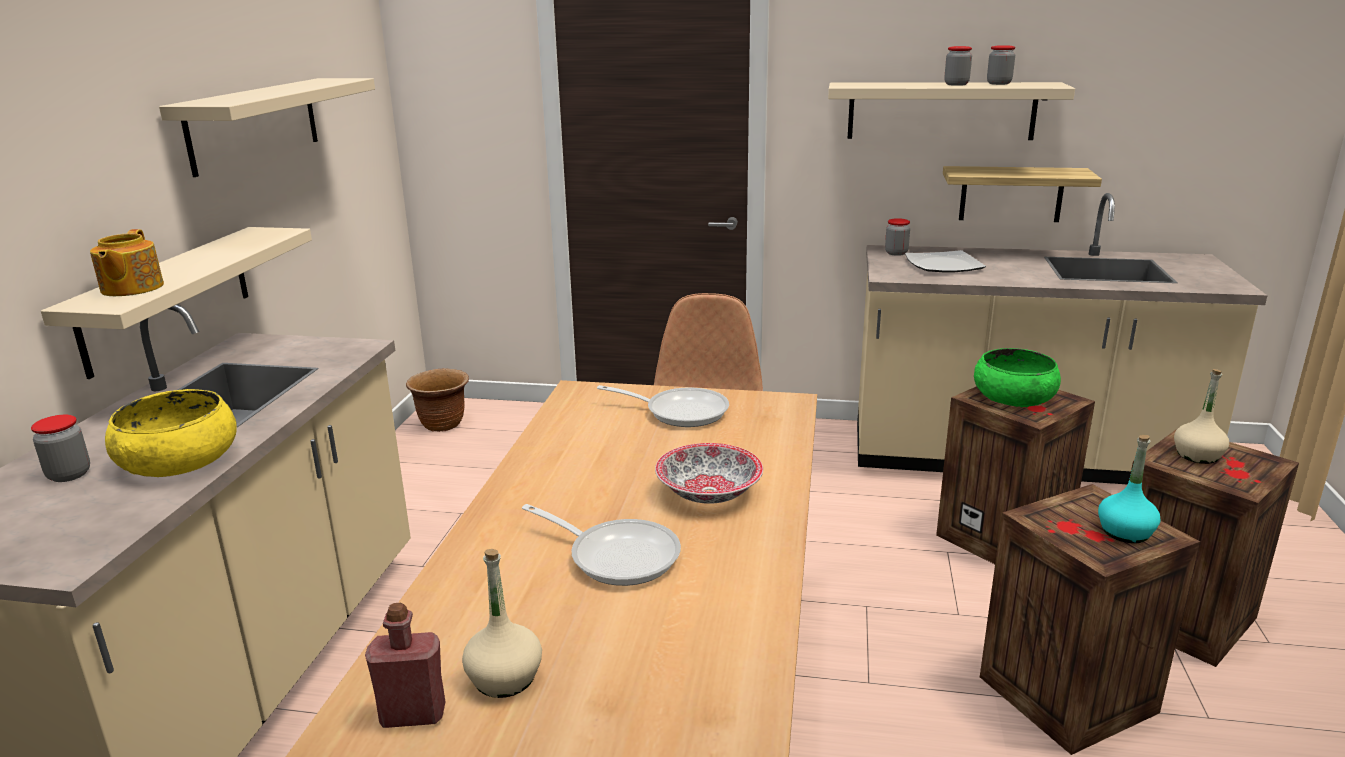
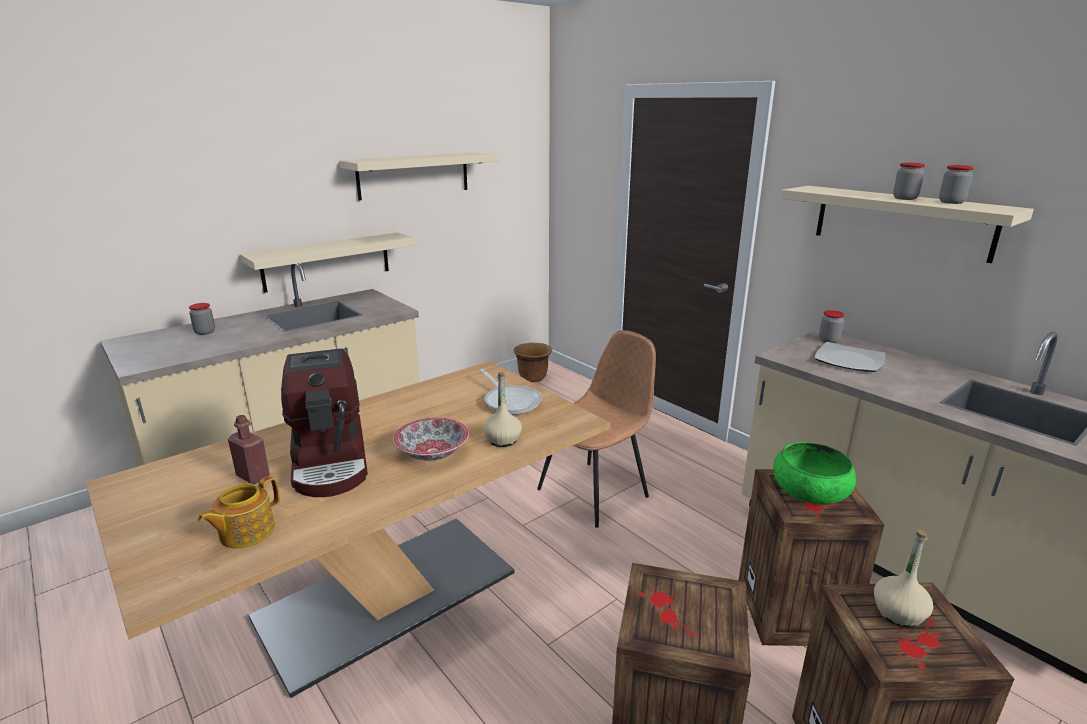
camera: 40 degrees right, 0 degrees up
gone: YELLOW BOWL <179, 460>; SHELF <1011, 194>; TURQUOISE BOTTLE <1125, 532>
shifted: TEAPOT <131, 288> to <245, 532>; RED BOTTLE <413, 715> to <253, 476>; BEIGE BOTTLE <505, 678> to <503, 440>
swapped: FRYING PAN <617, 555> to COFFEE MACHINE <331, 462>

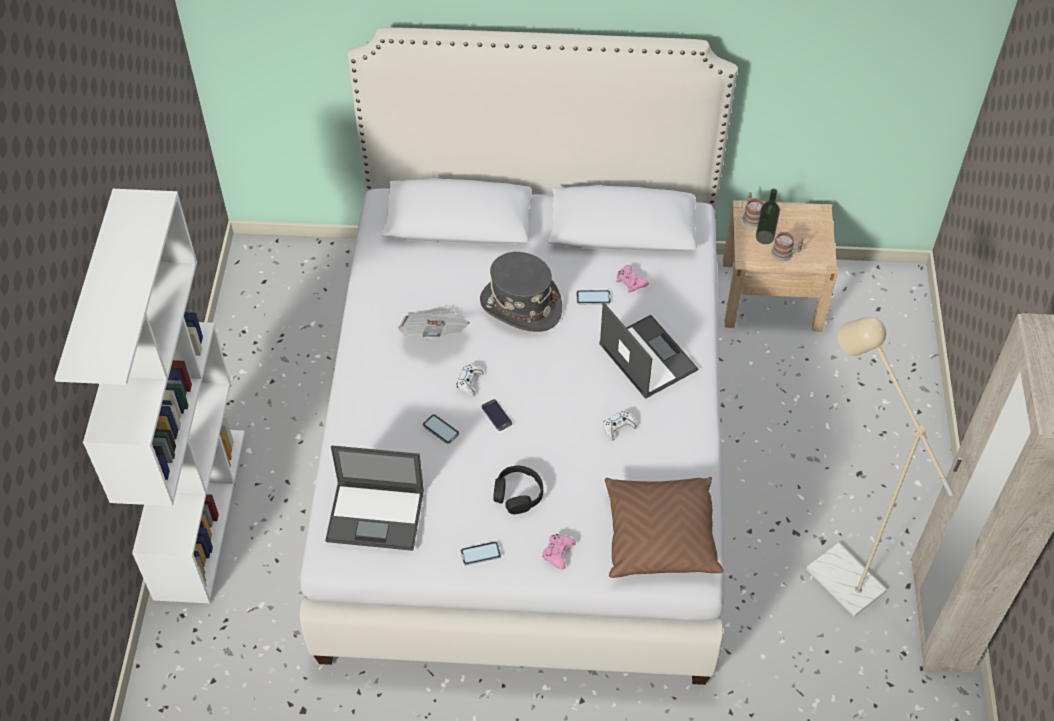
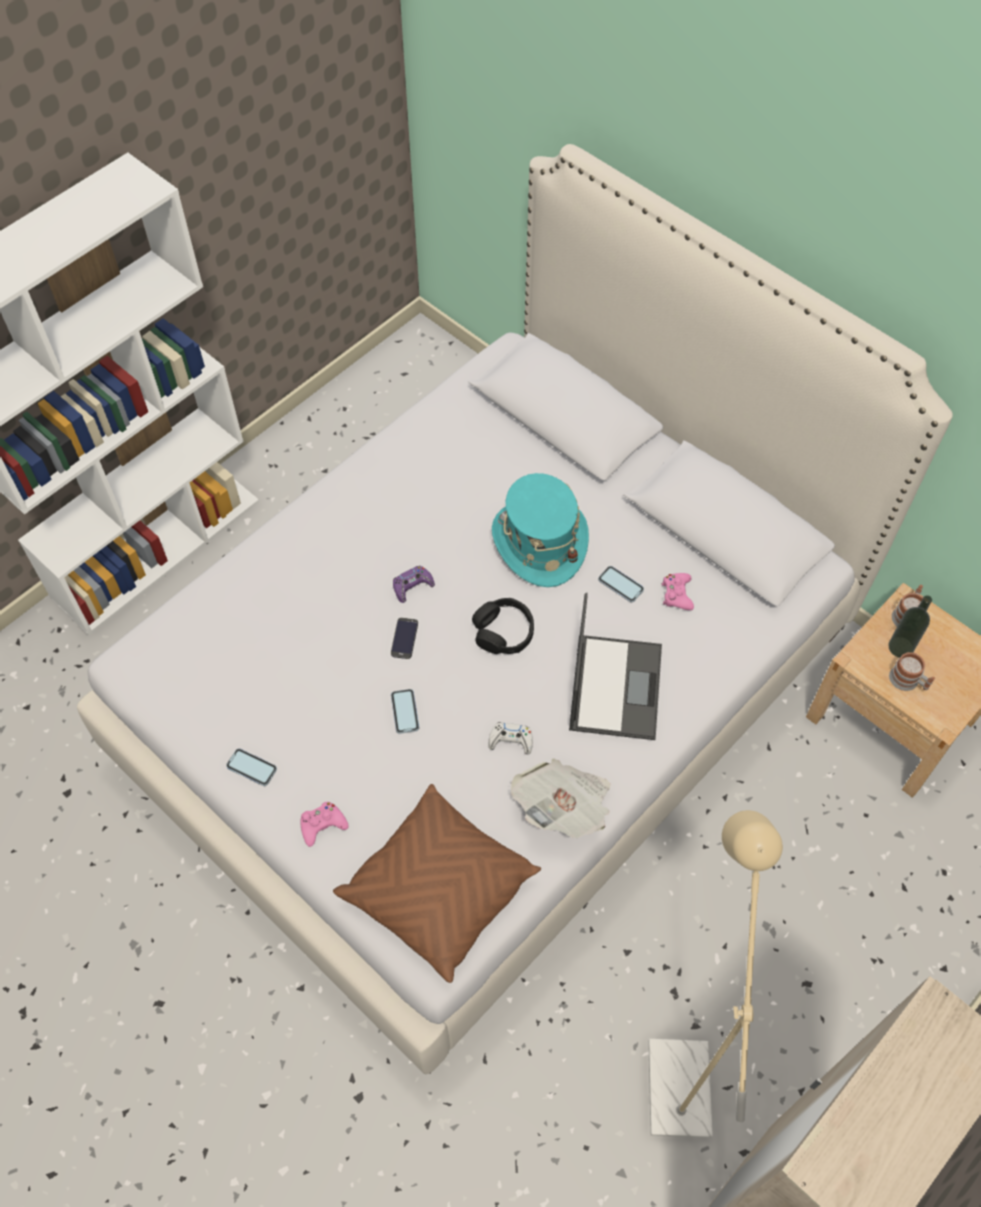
camera: 40 degrees right, 5 degrees up
gone: LAPTOP <377, 515>
shifted: NEWSPAPER <435, 333> to <564, 807>; PHONE <441, 430> to <405, 712>; BLACK HEADPHONES <518, 494> to <503, 632>
repainted: WHITE GAME CONTROLLER <469, 382> to PURPLE GAME CONTROLLER <412, 586>; GREY HAT <520, 305> to TURQUOISE HAT <539, 542>

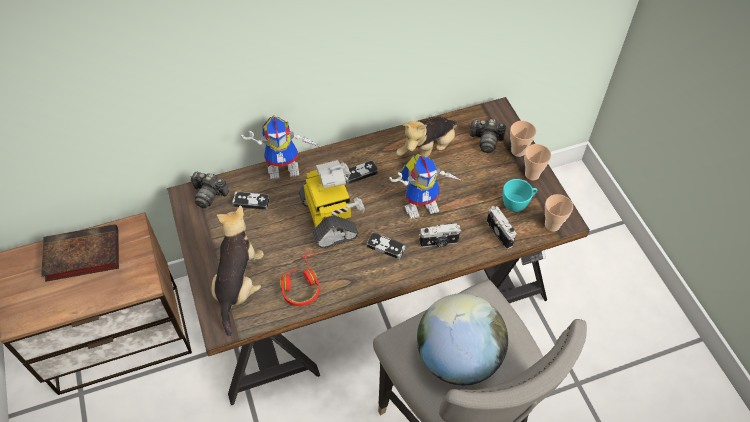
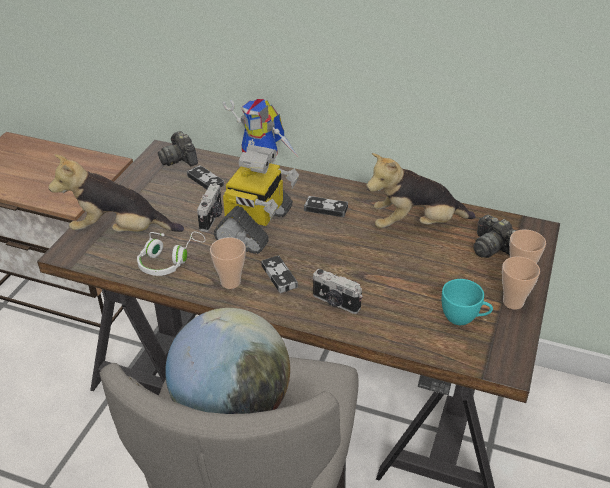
camera: 40 degrees right, 15 degrees down
gone: BOOK <80, 256>; TOY ROBOT <422, 204>
shifted: PHOTO CAMERA <500, 233> to <212, 218>; CUP <552, 225> to <230, 282>
repainted: RED HEADPHONES <301, 284> to WHITE HEADPHONES <169, 260>
rotated: PLUSH TOY <239, 285> = <120, 231> 135 degrees counterclockwise

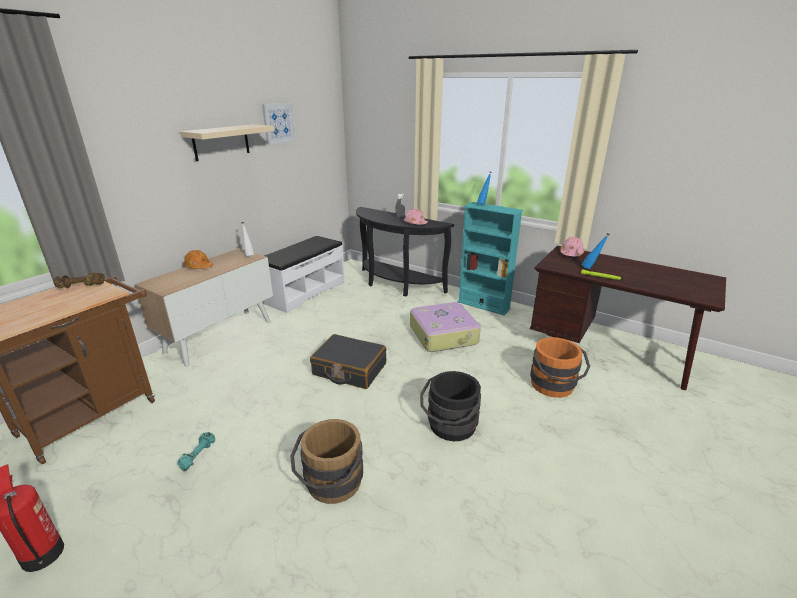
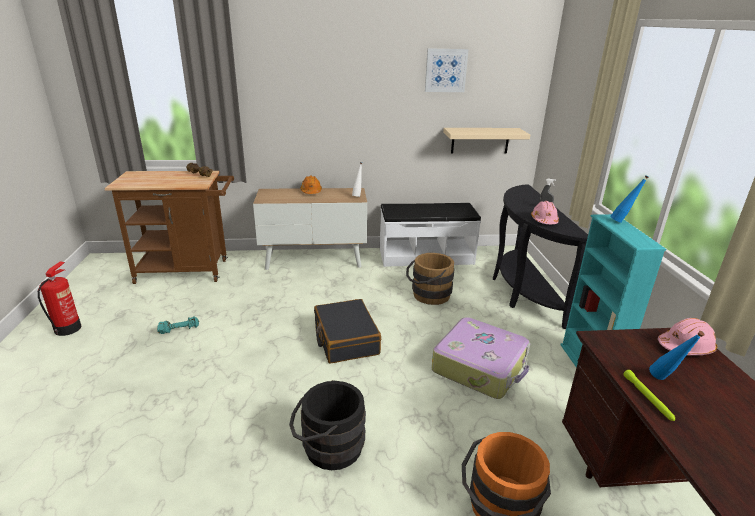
camera: 50 degrees right, 0 degrees up
shifted: BEIGE SHELF <221, 142> to <480, 140>; BROWN BUCKET <331, 485> to <427, 295>

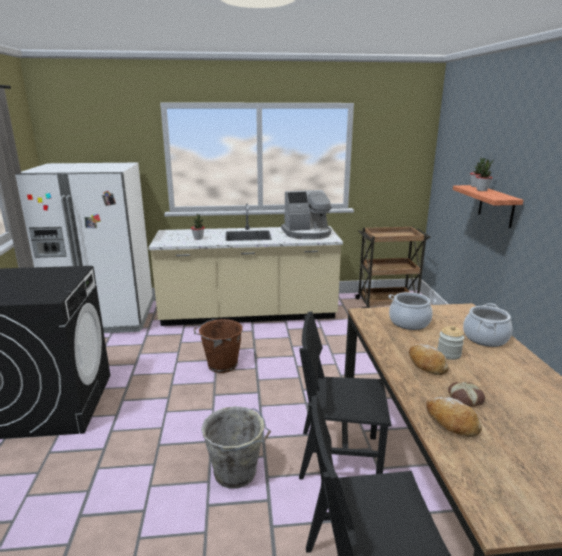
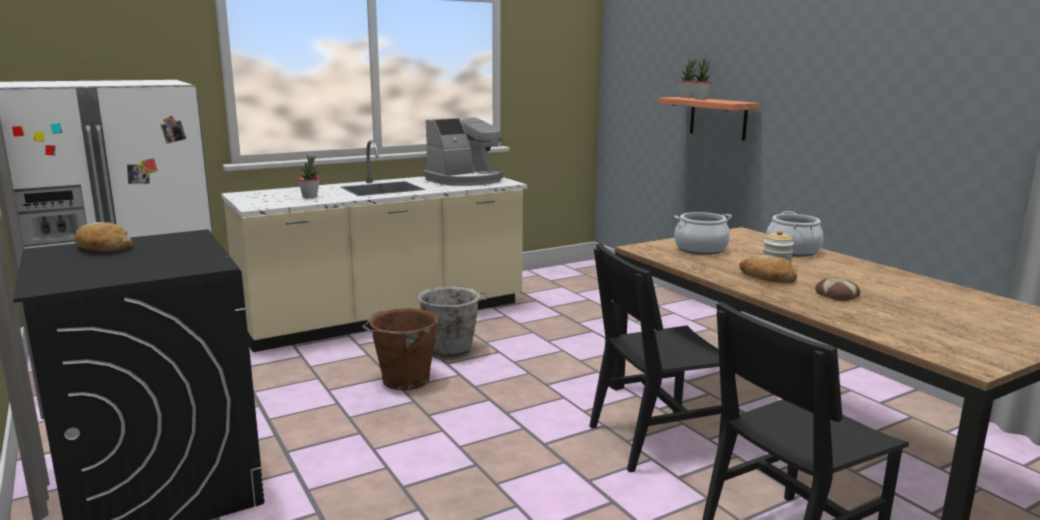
camera: 25 degrees left, 5 degrees down
gone: BROWN CART <387, 304>
shifted: GREY BUCKET <237, 473> to <452, 351>; BREAD <451, 422> to <102, 248>

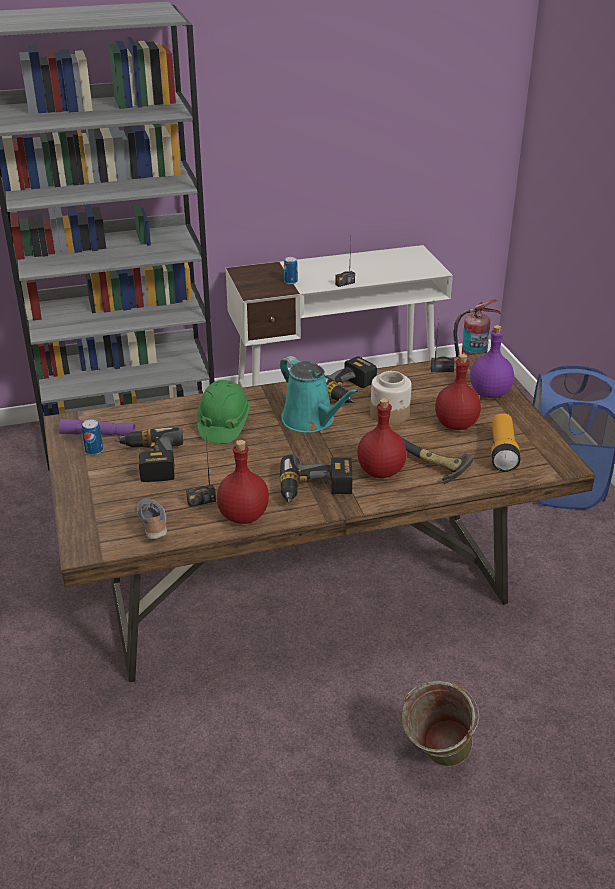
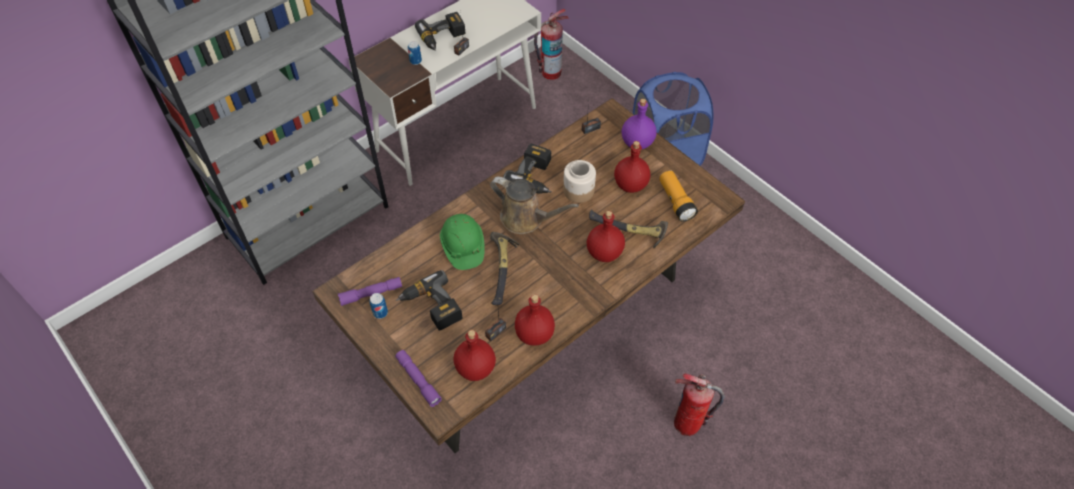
camera: 25 degrees left, 20 degrees up
new: PURPLE FLASHLIGHT <418, 380>; HAMMER <503, 271>
shifted: POWER DRILL <315, 491> to <443, 38>
swapped: SHOE <153, 525> to RED BOTTLE <476, 369>; GREEN BUCKET <436, 760> to FIRE EXTINGUISHER <687, 424>
repainted: TURQUOISE WATERING CAN <311, 420> to BROWN WATERING CAN <526, 218>

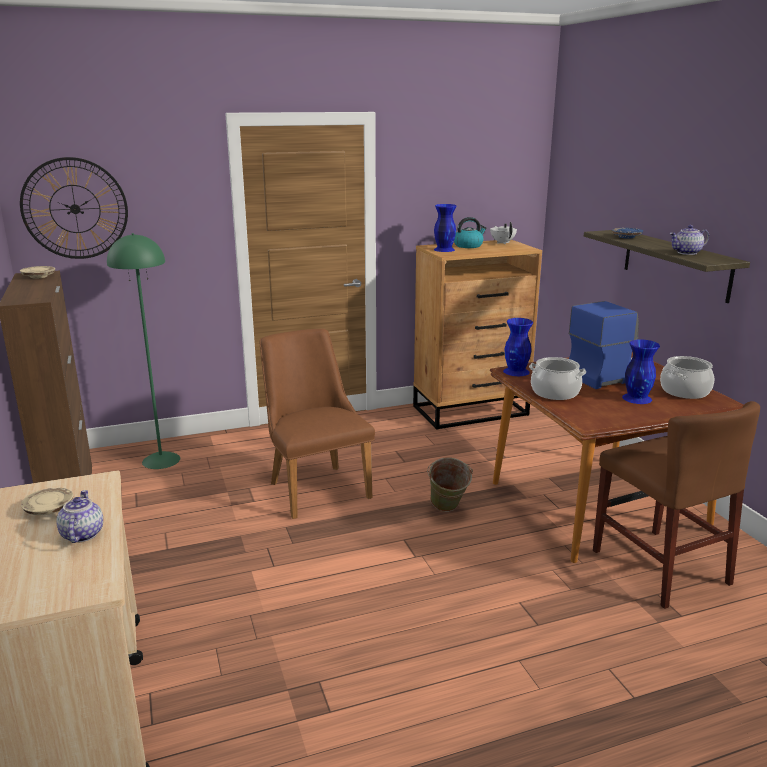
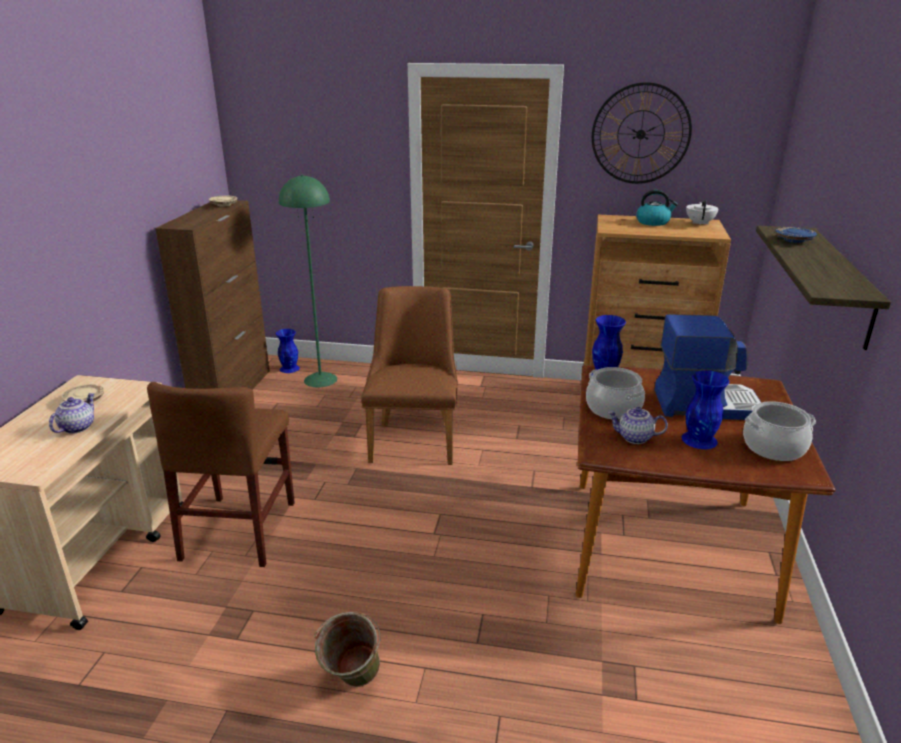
camera: 30 degrees right, 5 degrees up
shifted: WALL CLOCK <75, 209> to <640, 134>; GREEN BUCKET <447, 510> to <352, 683>; BLUE VASE <444, 249> to <289, 368>; BROWN CHAIR <659, 566> to <239, 530>; TEAPOT <687, 253> to <634, 438>

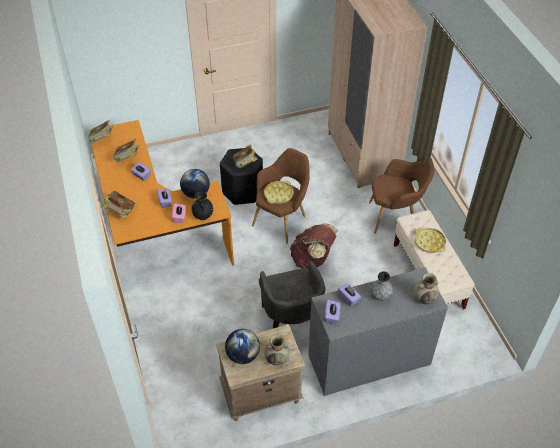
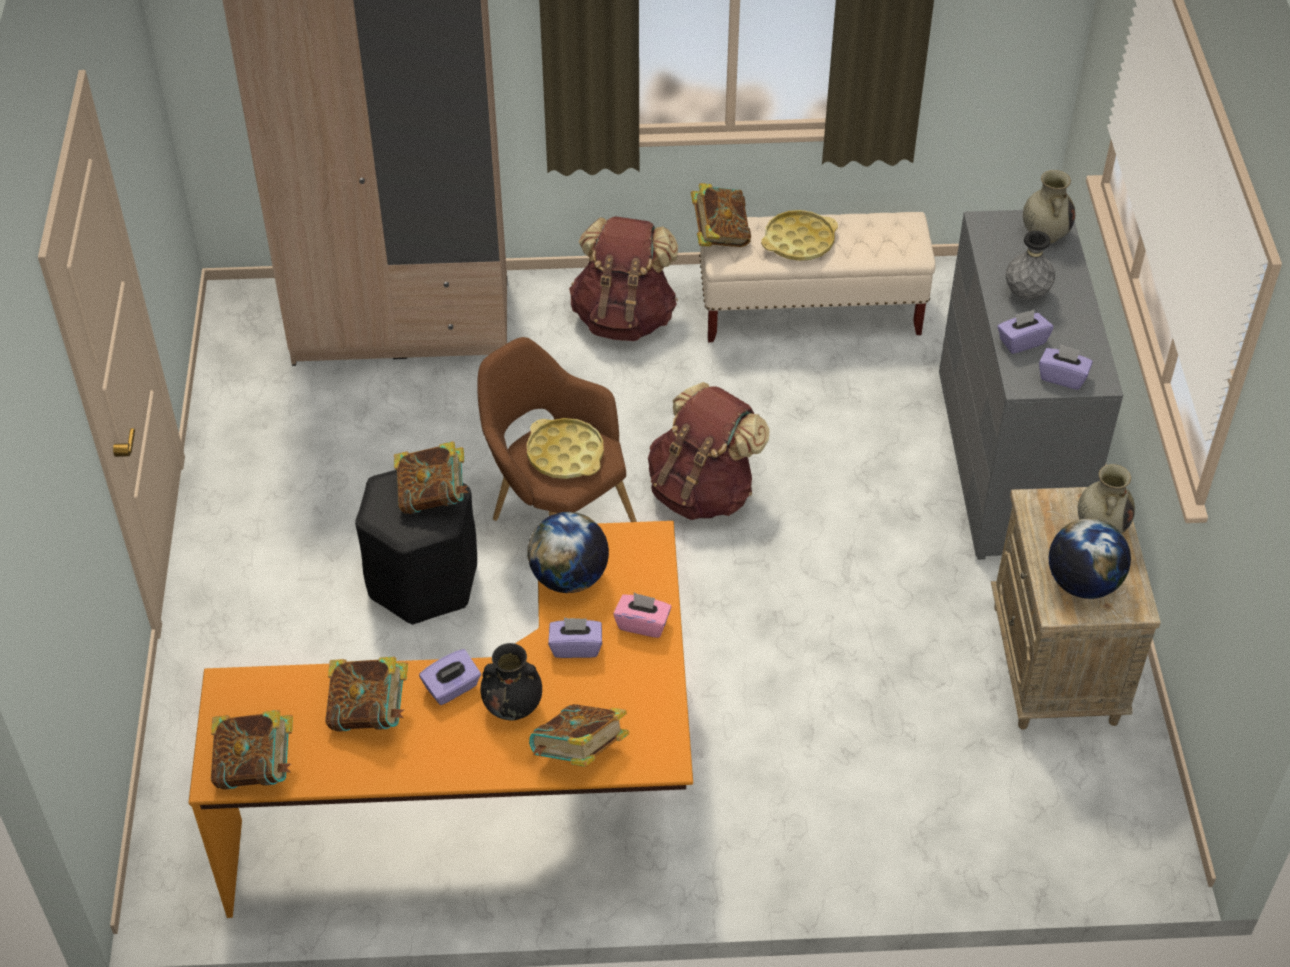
camera: 75 degrees left, 0 degrees up
gone: GREY ARMCHAIR <291, 322>
new: BOOK <720, 235>
shifted: BLACK VASE <203, 216> to <513, 706>
swapped: BROWN ARMCHAIR <395, 217> to BROWN BACKPACK <624, 317>

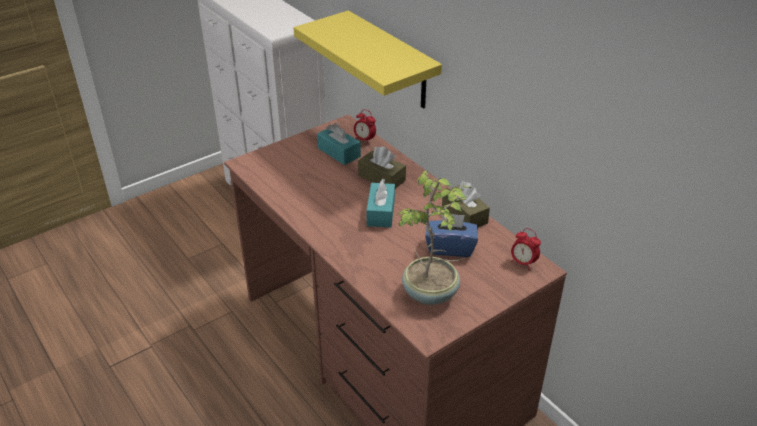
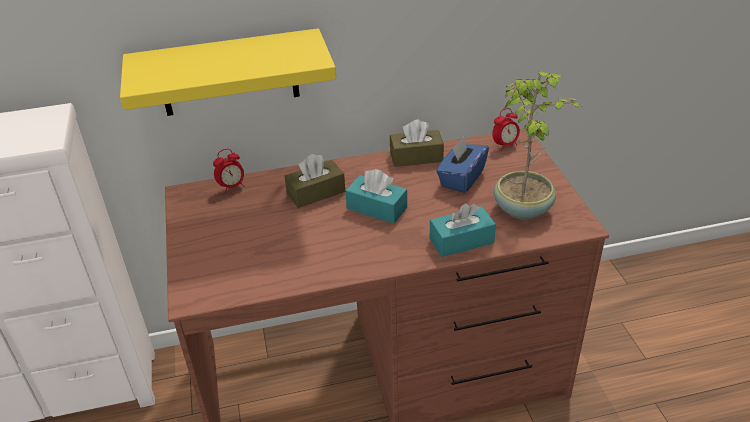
camera: 65 degrees left, 0 degrees up
shifted: TURQUOISE TISSUE BOX <339, 152> to <461, 241>

